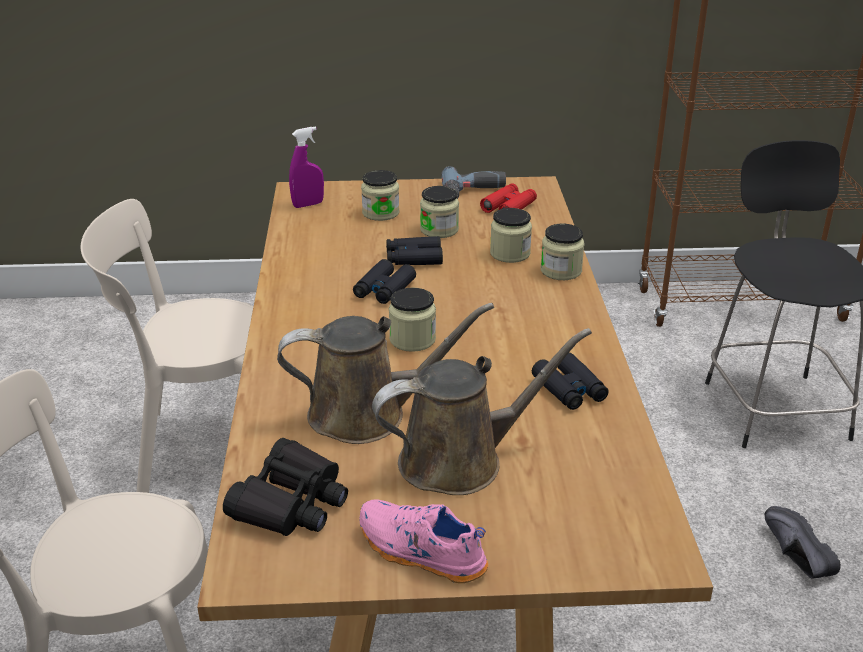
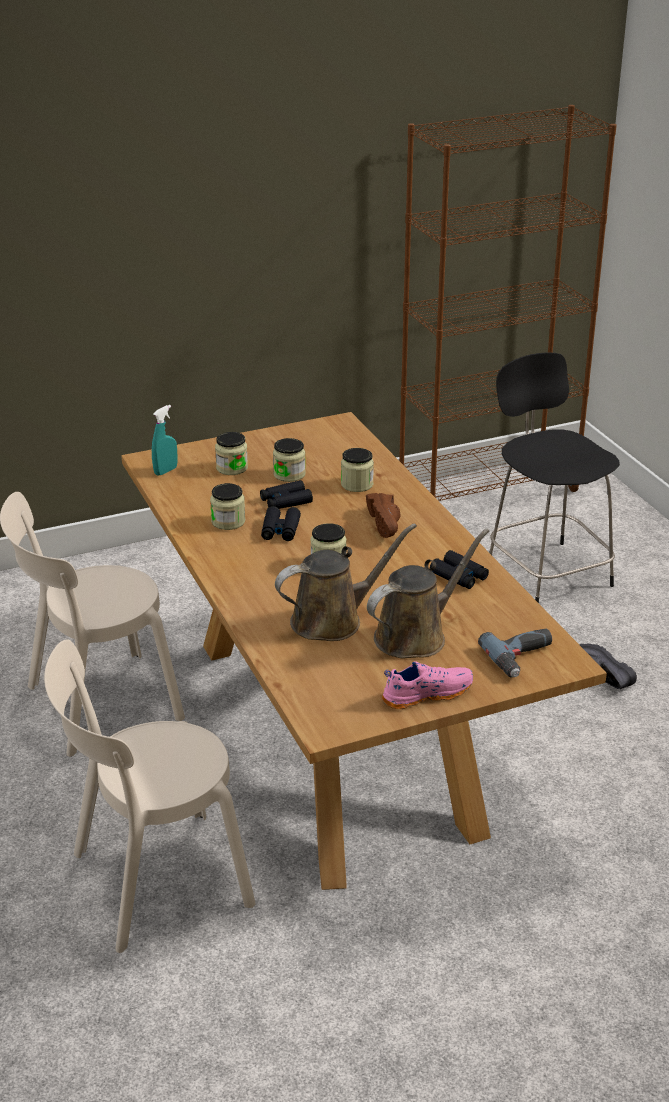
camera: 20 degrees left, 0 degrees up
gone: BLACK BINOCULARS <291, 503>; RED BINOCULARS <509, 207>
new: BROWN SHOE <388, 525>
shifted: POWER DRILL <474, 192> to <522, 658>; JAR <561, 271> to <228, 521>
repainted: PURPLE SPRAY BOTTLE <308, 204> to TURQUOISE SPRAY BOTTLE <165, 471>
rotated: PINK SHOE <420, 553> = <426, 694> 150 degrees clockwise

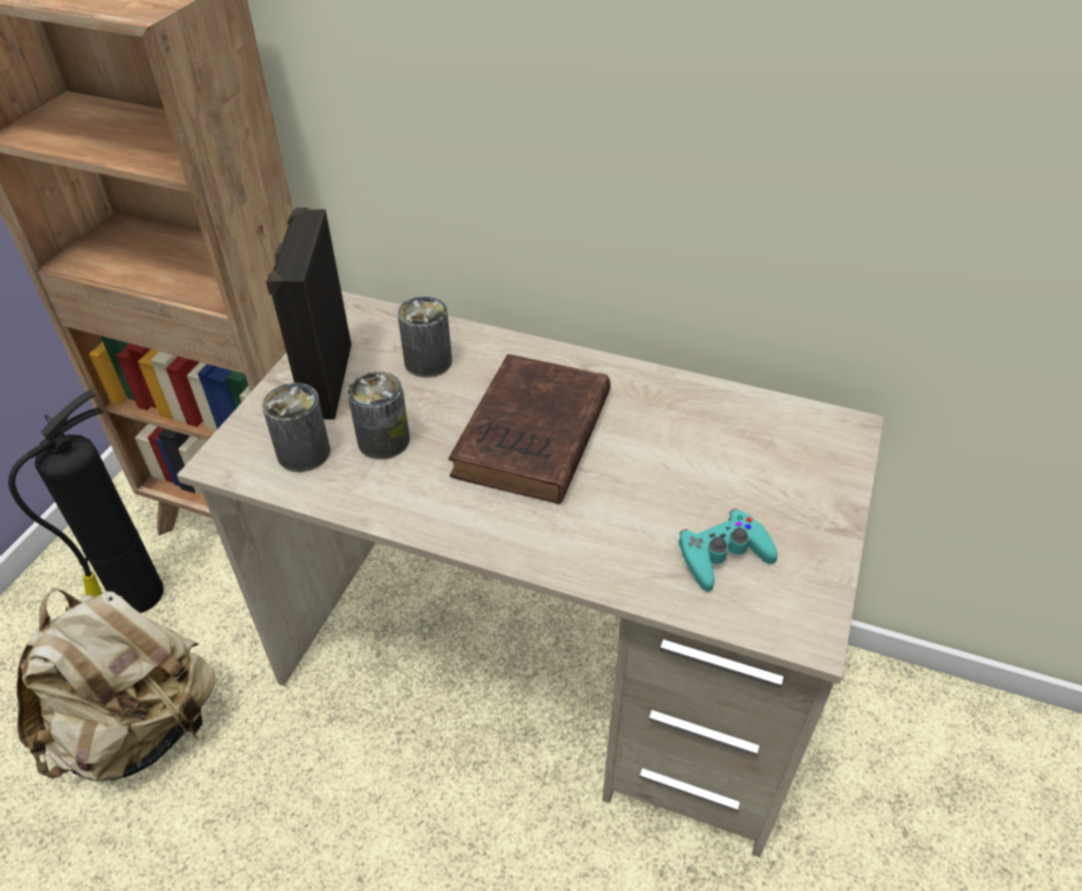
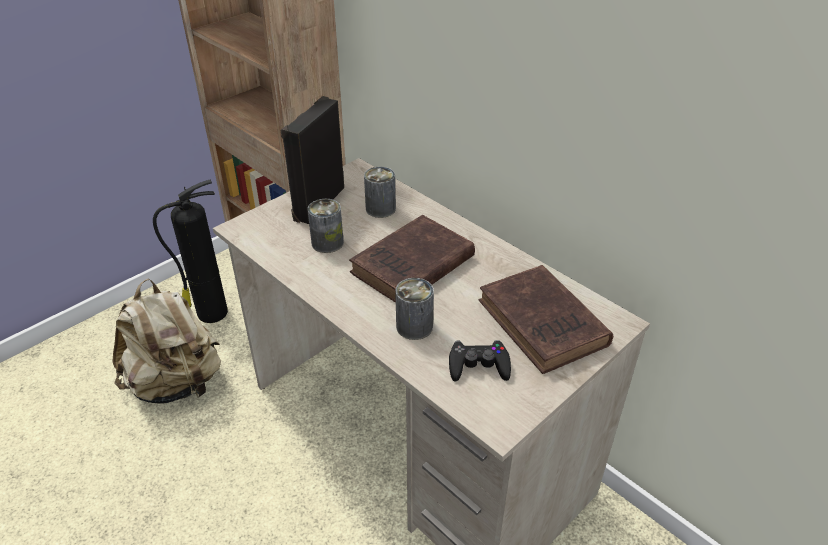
camera: 25 degrees right, 5 degrees down
new: BROWN BOOK <544, 325>
shifted: CAN <304, 453> to <414, 326>
repainted: TURQUOISE GAME CONTROLLER <723, 555> to BLACK GAME CONTROLLER <478, 366>

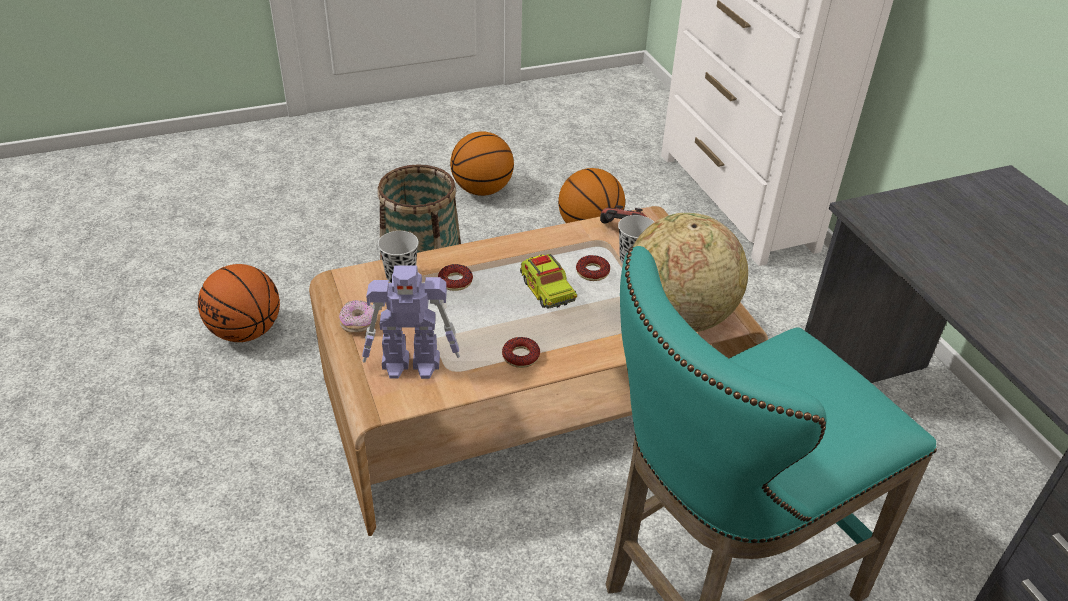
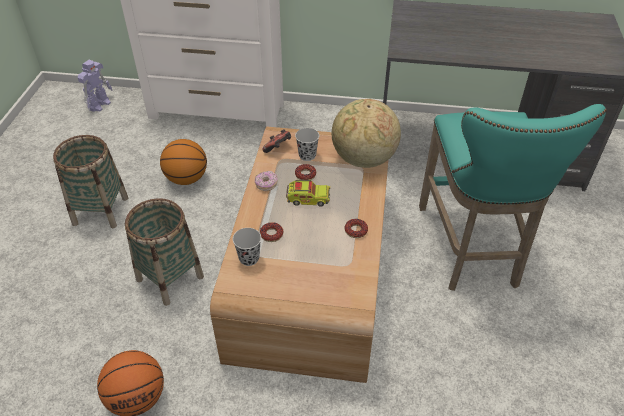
camera: 60 degrees left, 5 degrees up
shifted: DONUT <359, 323> to <266, 185>; TOY ROBOT <413, 364> to <100, 104>
swapped: BASKETBALL <482, 190> to BASKET <100, 211>

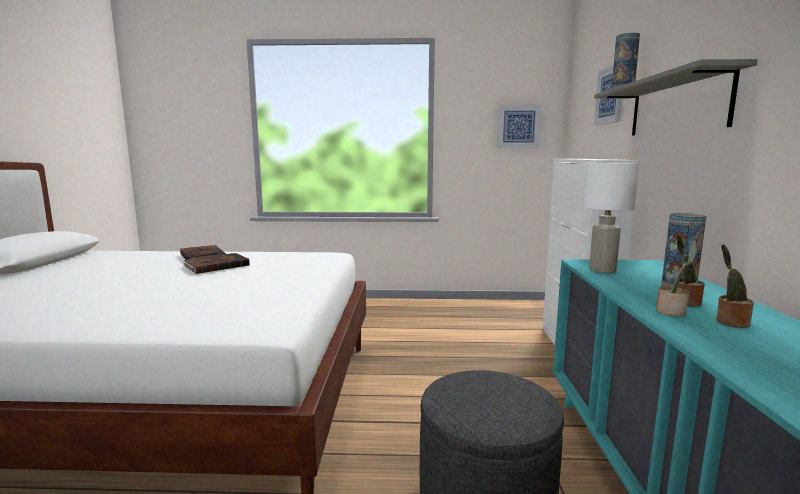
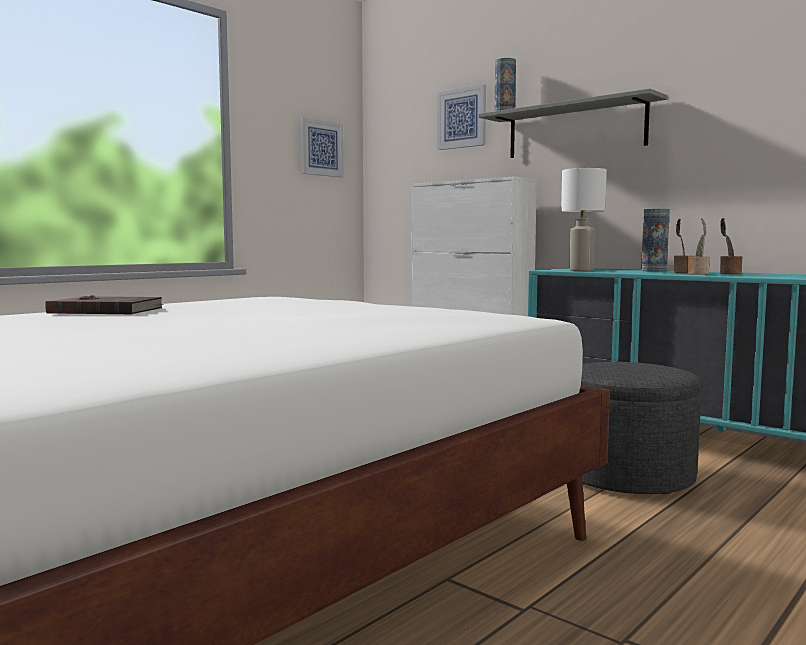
camera: 50 degrees left, 5 degrees down
gone: BROWN BOOK <216, 265>

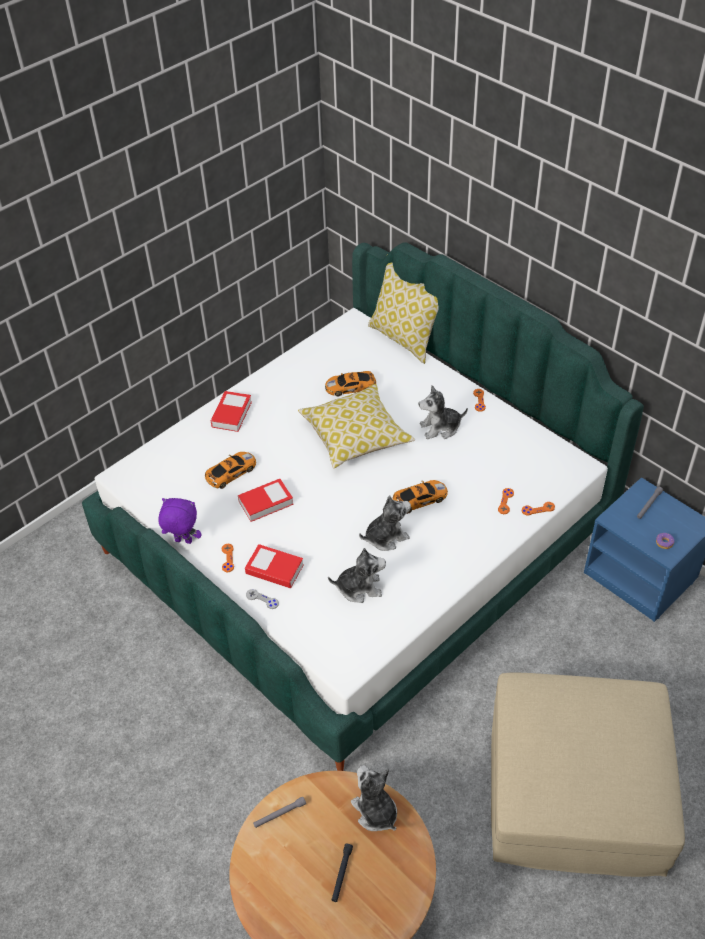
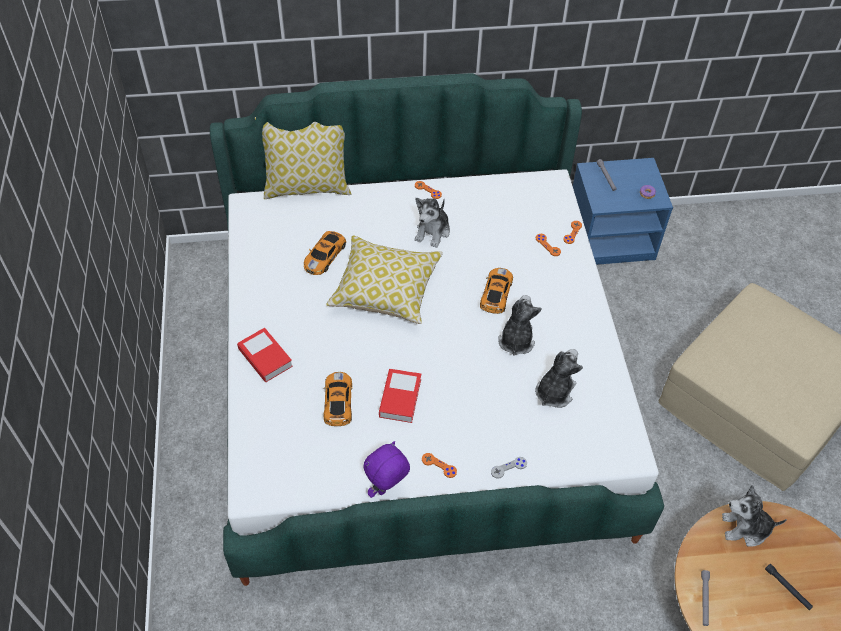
camera: 55 degrees left, 5 degrees up
gone: BOOK <274, 569>

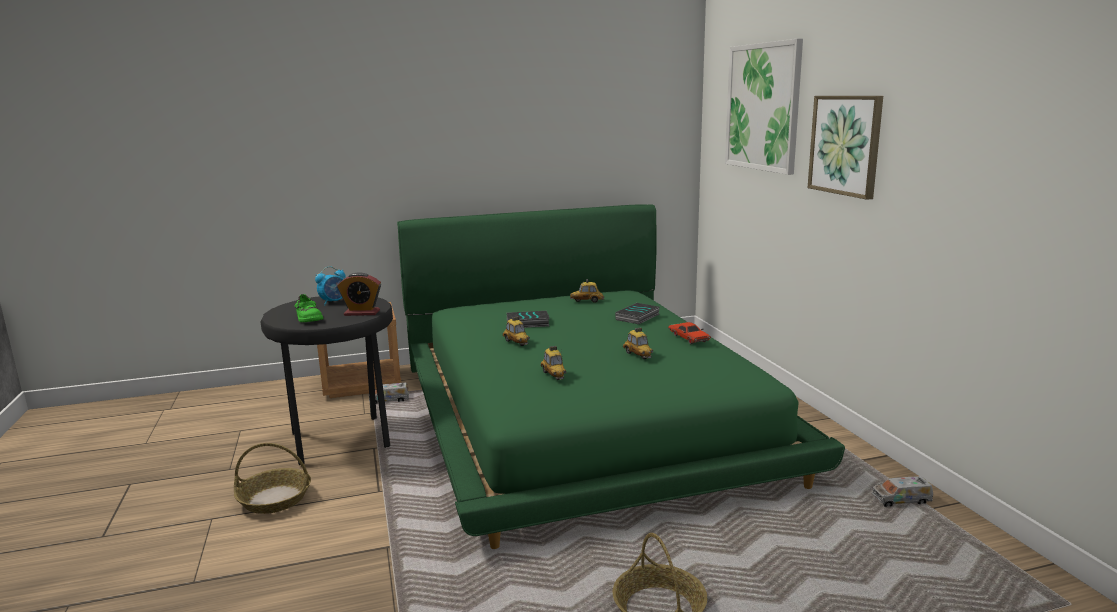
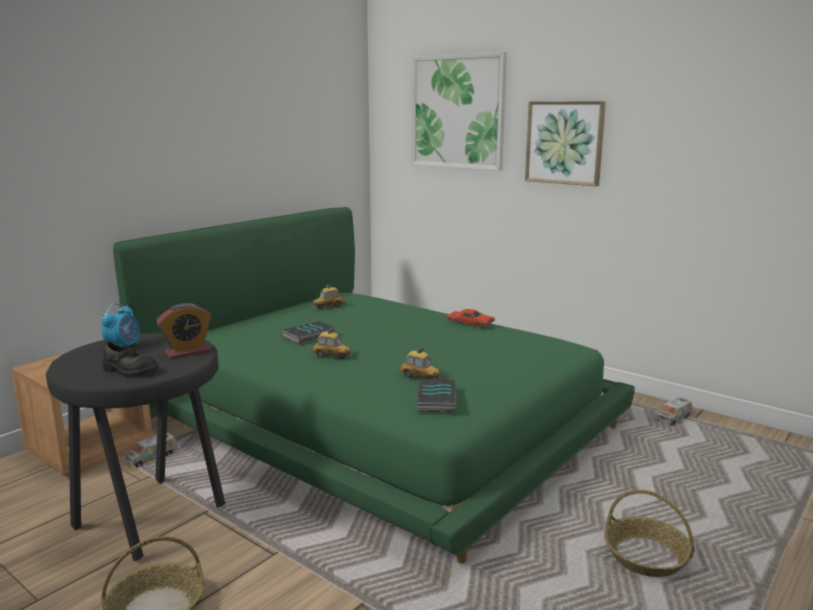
camera: 35 degrees left, 0 degrees up
gone: TOY CAR <638, 355>
shifted: BOOK <638, 317> to <437, 400>
repainted: GREEN SHOE <308, 318> to BLACK SHOE <129, 370>

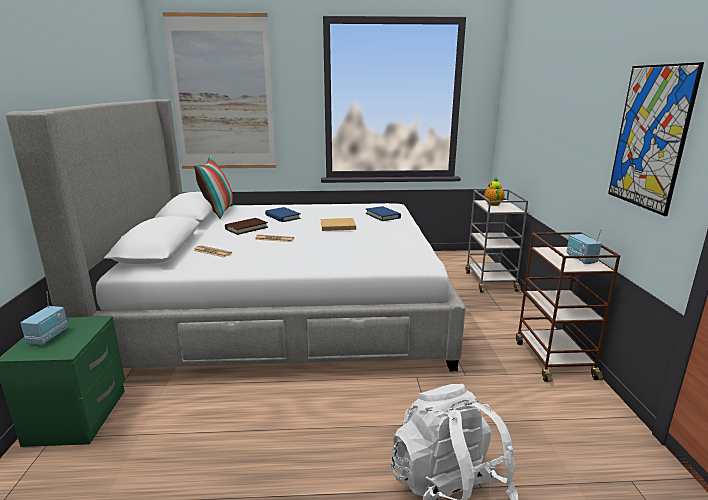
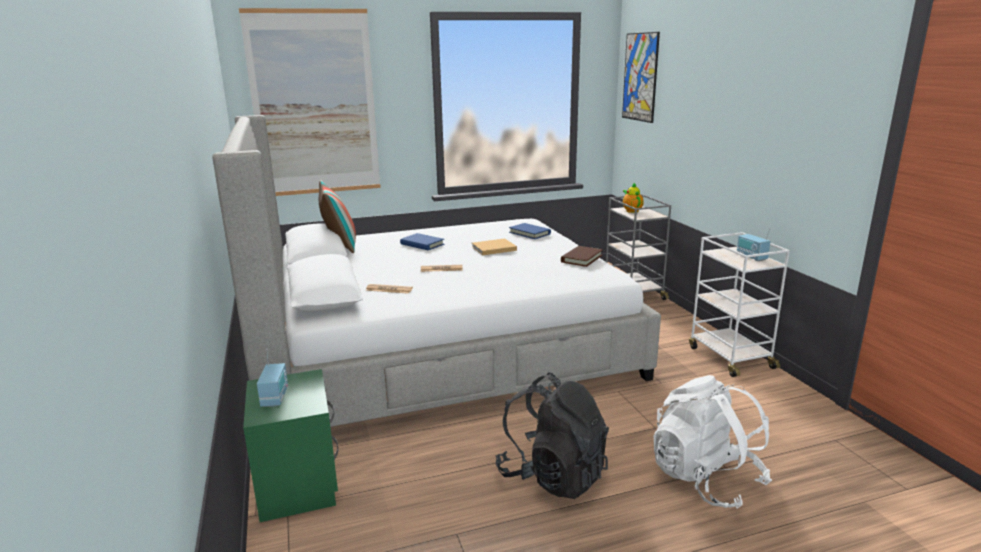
camera: 15 degrees left, 0 degrees up
new: BLACK BACKPACK <553, 475>
shifted: BROWN BOOK <246, 228> to <581, 258>; PICTURE <650, 137> to <640, 77>
repainted: BROWN CART <553, 359> to WHITE CART <729, 357>

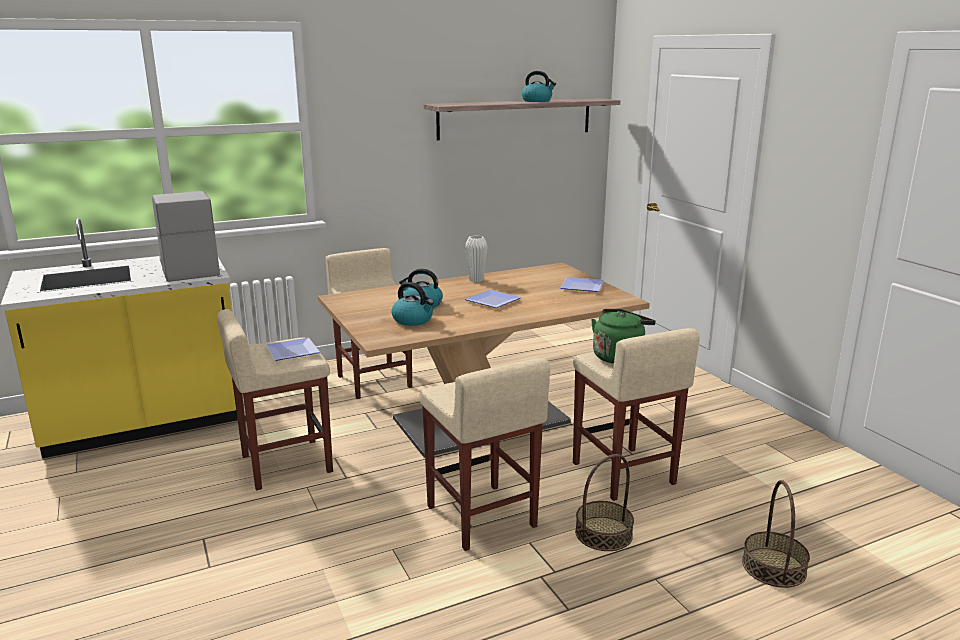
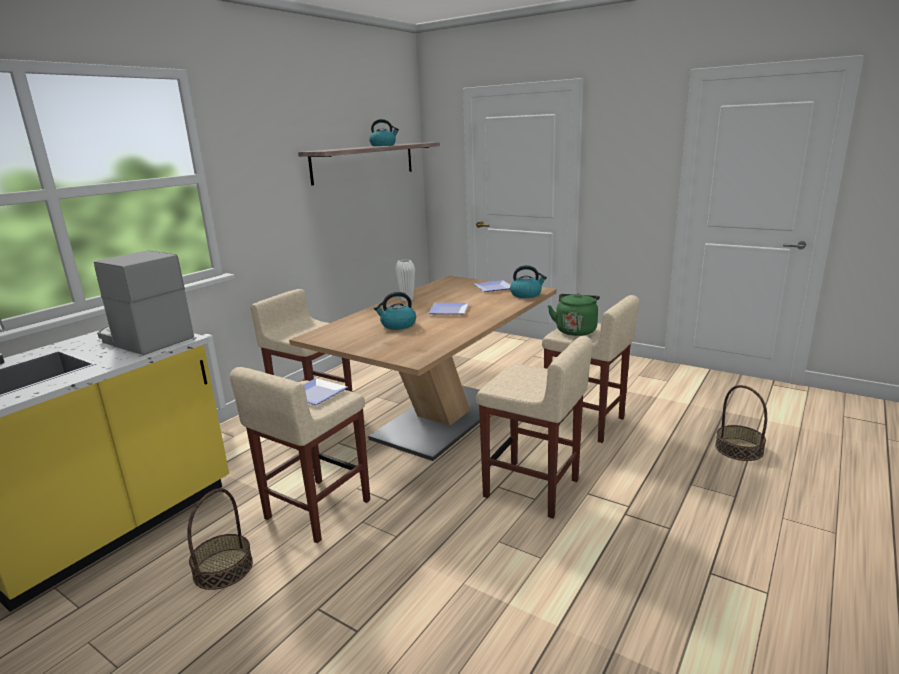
camera: 30 degrees left, 0 degrees up
shifted: KETTLE <413, 320> to <526, 294>; BASKET <603, 533> to <223, 568>

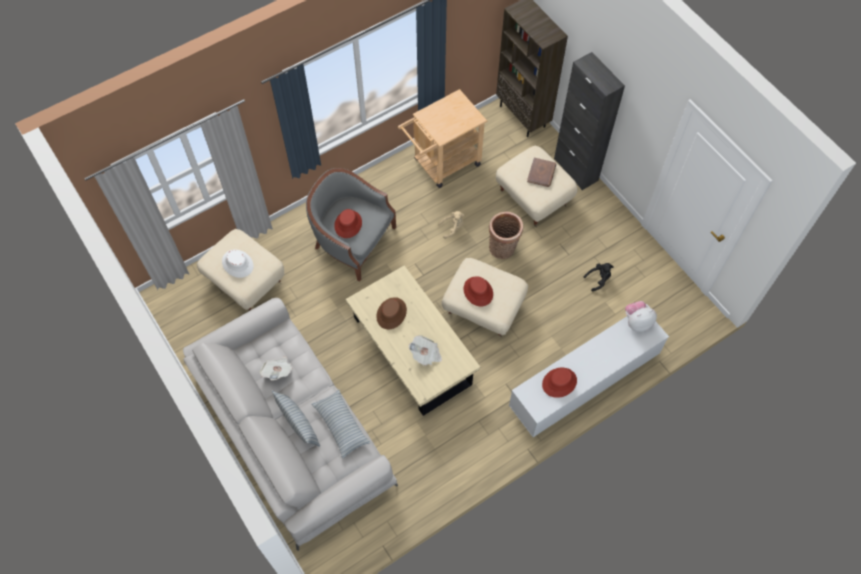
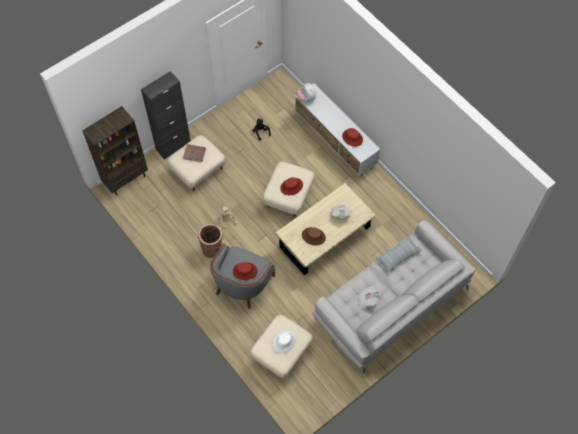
camera: 95 degrees left, 0 degrees up
gone: PILLOW <298, 423>; BEIGE CART <442, 164>
shifted: BASKET <503, 249> to <212, 248>

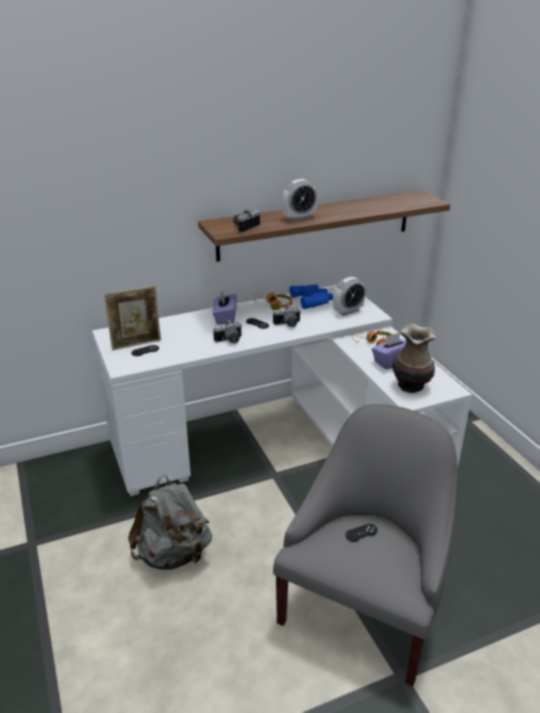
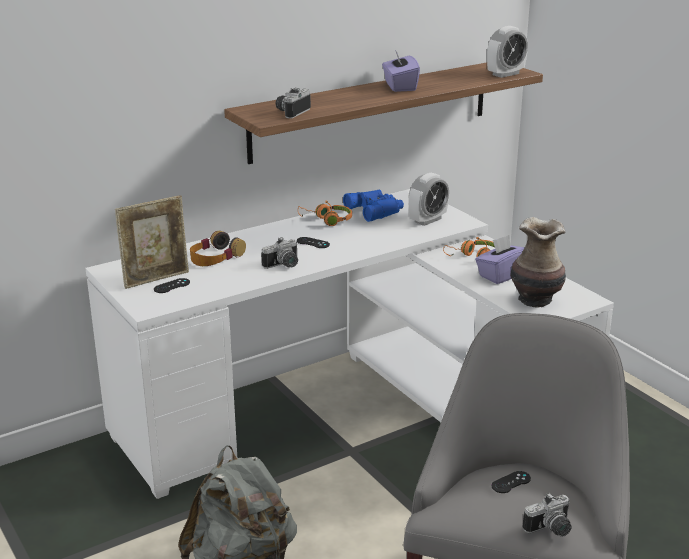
camera: 10 degrees left, 5 degrees down
new: HEADPHONES <215, 257>
shifted: PURPLE TISSUE BOX <225, 318> to <399, 86>; PHOTO CAMERA <288, 324> to <550, 530>; ALARM CLOCK <299, 217> to <505, 74>

